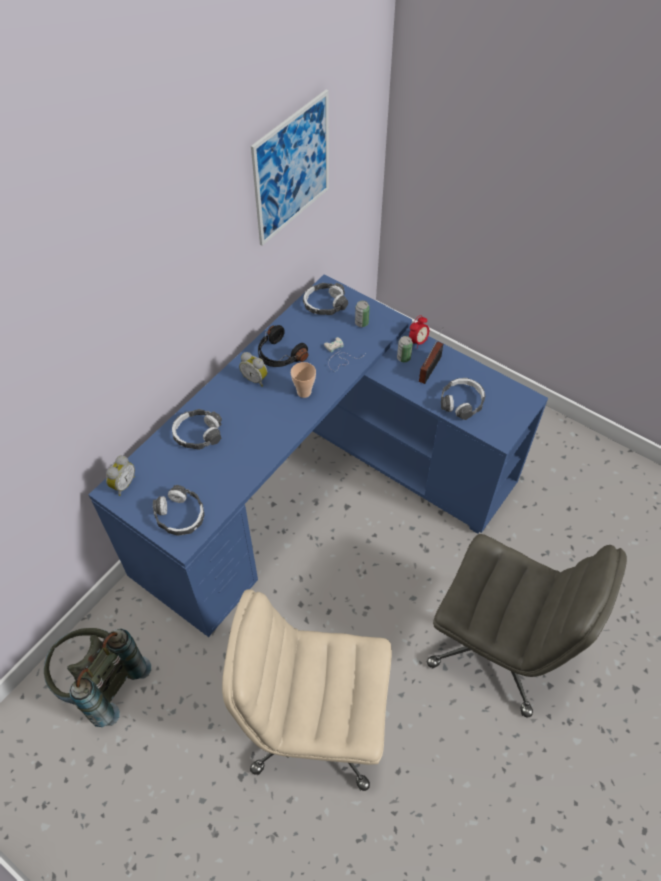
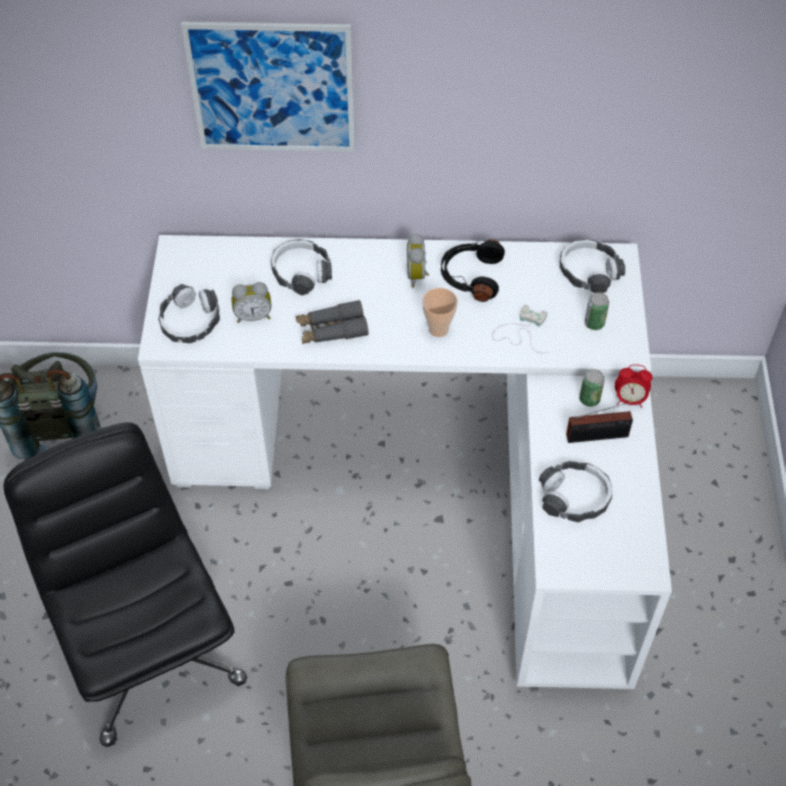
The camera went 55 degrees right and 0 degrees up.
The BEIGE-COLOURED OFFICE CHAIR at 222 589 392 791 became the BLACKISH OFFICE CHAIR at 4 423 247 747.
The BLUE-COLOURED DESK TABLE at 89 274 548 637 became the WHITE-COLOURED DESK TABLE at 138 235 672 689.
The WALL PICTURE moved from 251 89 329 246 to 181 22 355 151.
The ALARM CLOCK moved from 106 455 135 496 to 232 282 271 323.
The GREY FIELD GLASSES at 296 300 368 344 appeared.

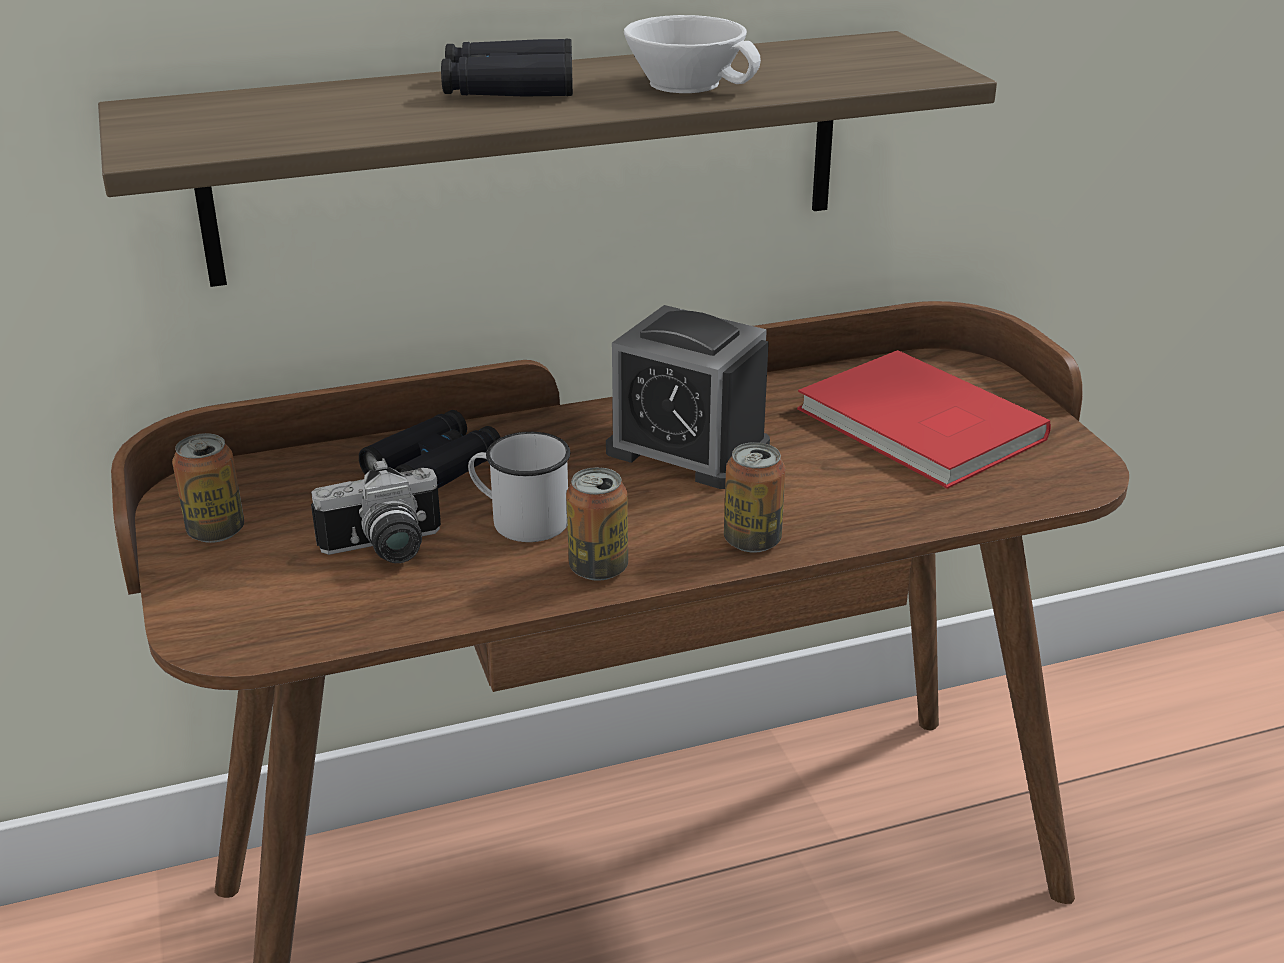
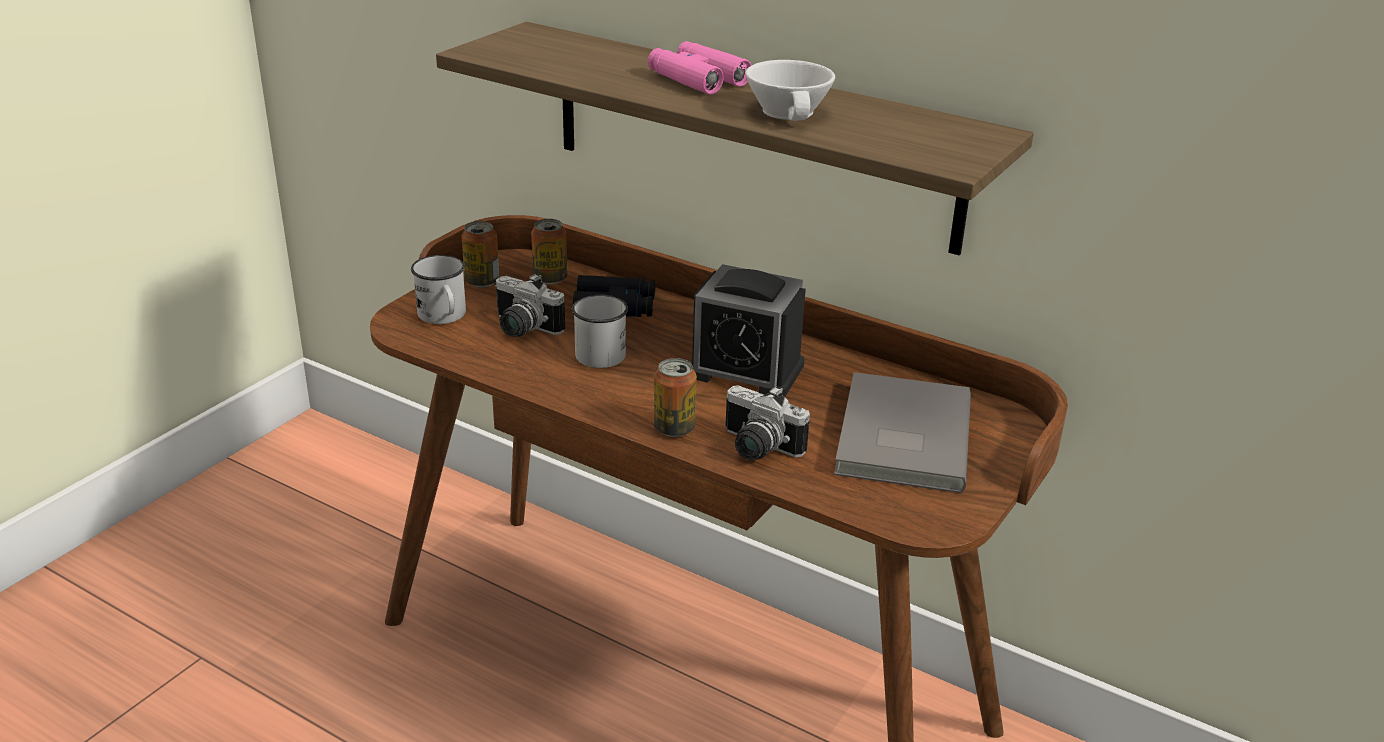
The camera went 50 degrees right and 0 degrees up.
The WHITE-COLOURED MUG at 411 255 466 324 appeared.
The SEALED CAN moved from 566 467 628 581 to 531 219 568 284.
The BLACKISH FIELD GLASSES at 441 39 573 96 became the PINKISH FIELD GLASSES at 648 41 752 95.
The ALARM CLOCK at 606 305 770 489 turned 60 degrees counterclockwise.
The STILL CAMERA at 725 385 810 460 appeared.
The RED-COLOURED VOLUME at 797 350 1051 489 became the GREY VOLUME at 834 372 971 493.

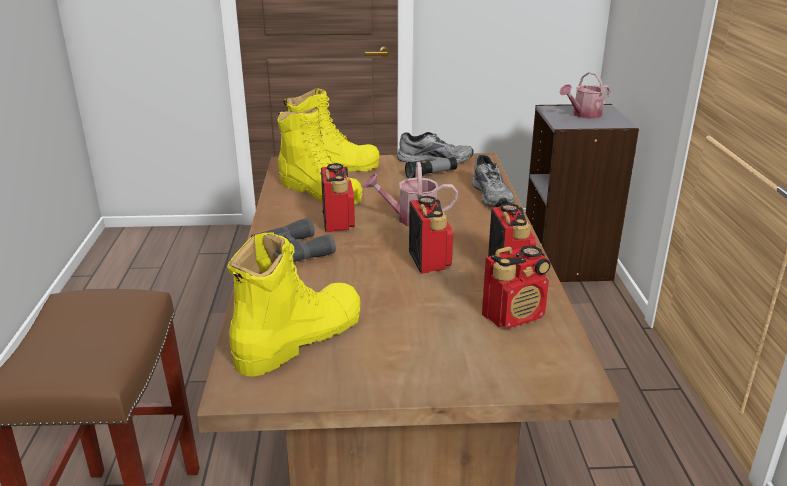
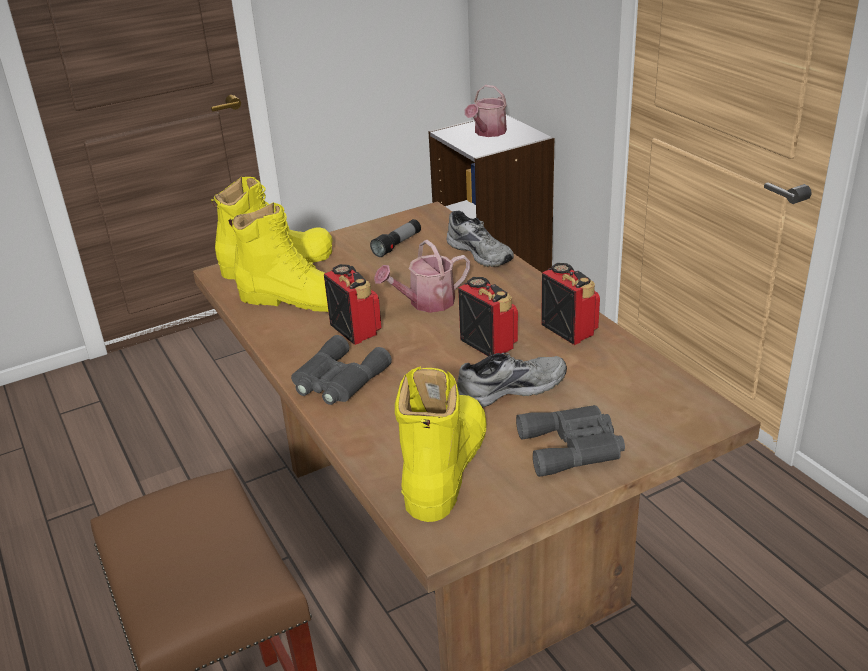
The camera went 25 degrees left and 5 degrees up.
The GREY LOW SHOE moved from 397 132 474 164 to 457 353 567 408.
The GREY FIELD GLASSES at 516 405 625 477 appeared.
The RADIO at 482 246 551 329 disappeared.

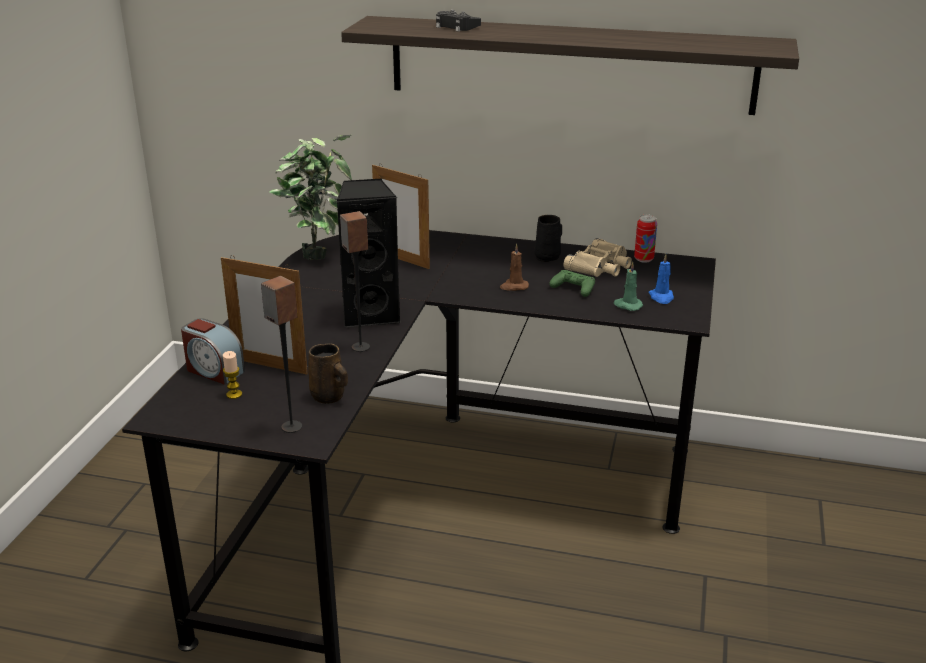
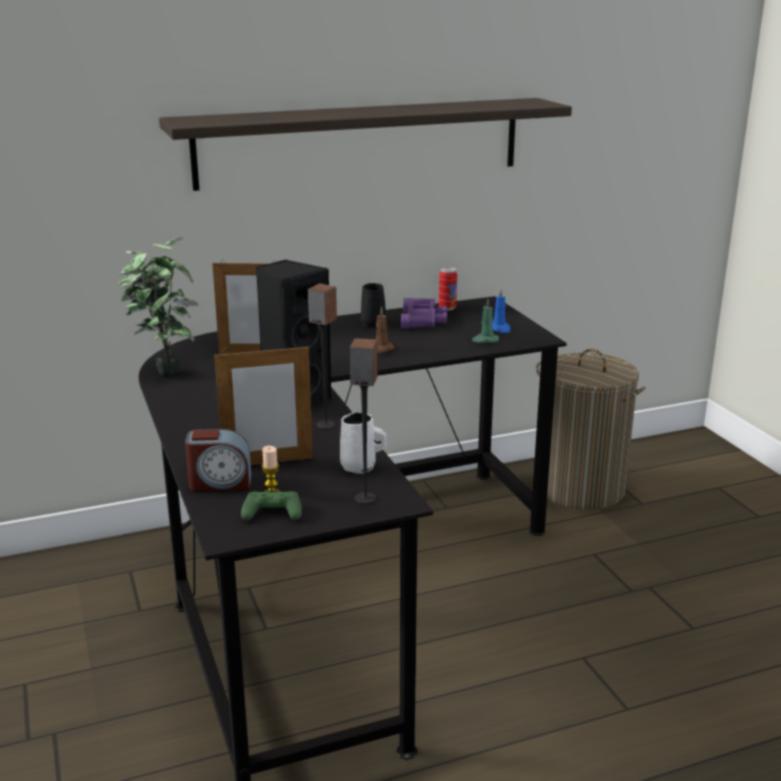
The camera went 35 degrees left and 5 degrees down.
The GREEN-COLOURED JOYPAD moved from 549 270 595 297 to 241 491 302 521.
The BROWNISH MUG at 308 344 348 404 became the WHITE-COLOURED MUG at 340 412 386 474.
The BEIGE-COLOURED FIELD GLASSES at 564 238 632 277 became the PURPLISH FIELD GLASSES at 401 298 447 328.
The WASHING BASKET at 536 349 646 510 appeared.
The BLACKISH JOYPAD at 436 10 481 32 disappeared.

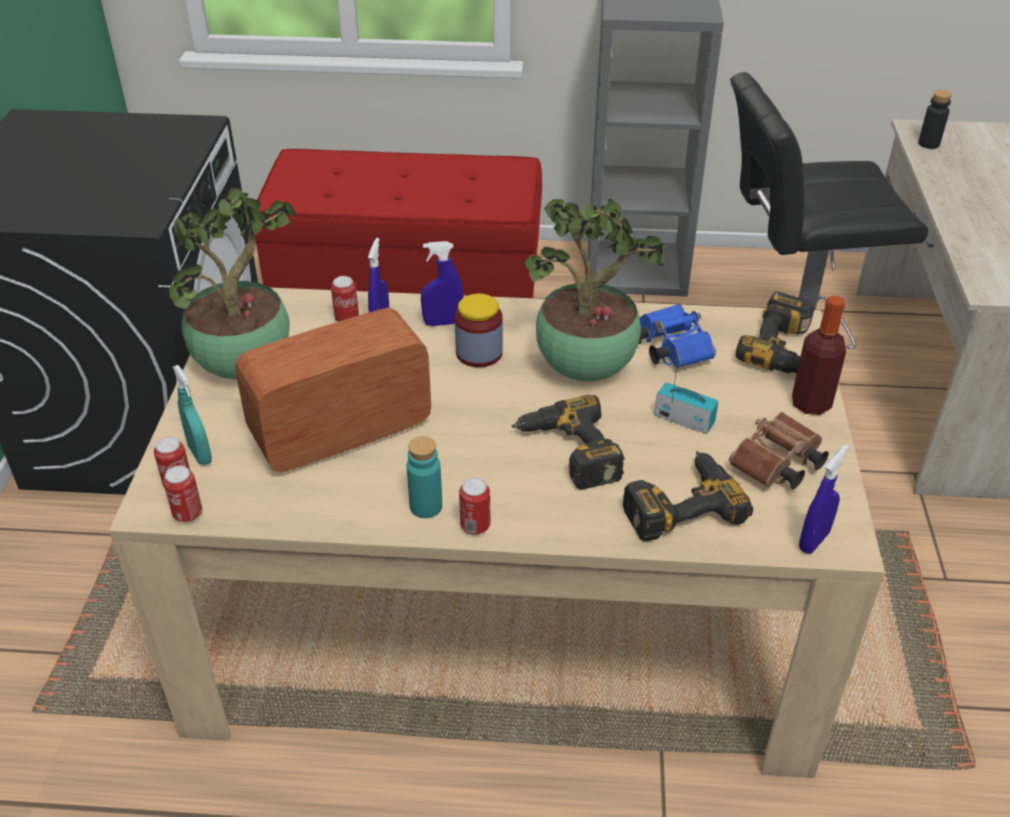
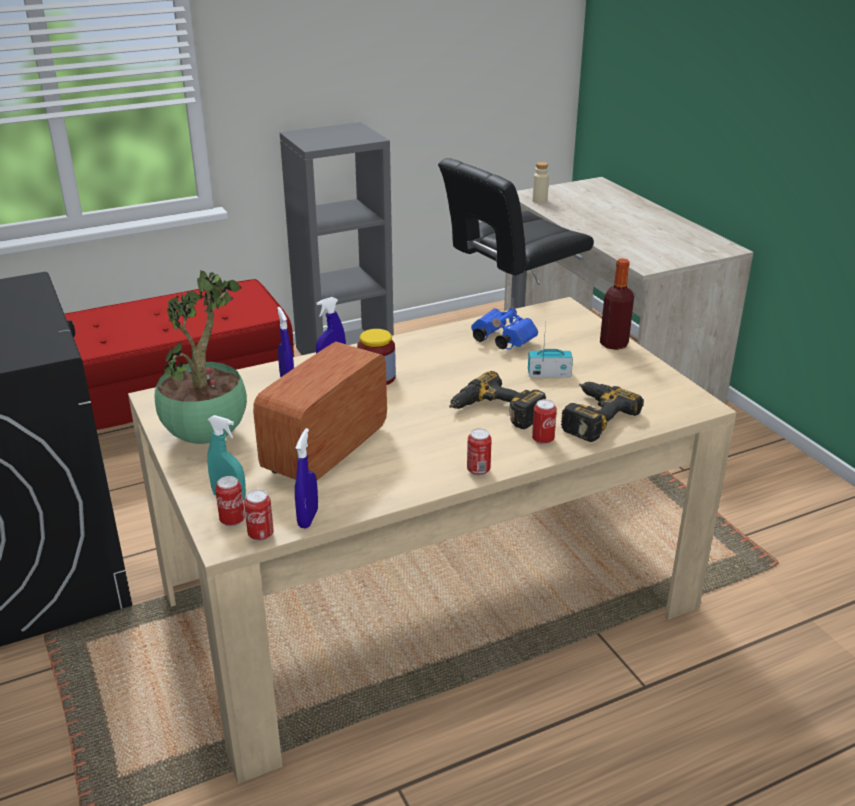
The camera went 30 degrees left and 10 degrees down.
The BLUE-COLOURED SPRAY BOTTLE moved from 799 445 849 554 to 295 428 318 529.
The SEALED CAN moved from 331 276 359 322 to 532 399 557 445.
The BLACKISH DRINK BOTTLE at 918 90 952 149 became the BEIGE-COLOURED DRINK BOTTLE at 533 162 549 203.
The TURQUOISE DRINK BOTTLE at 407 436 442 518 disappeared.
The PLANT IN A POT at 523 199 667 381 disappeared.
The BROWNISH FIELD GLASSES at 729 412 829 489 disappeared.
The ELECTRIC DRILL at 736 292 815 374 disappeared.

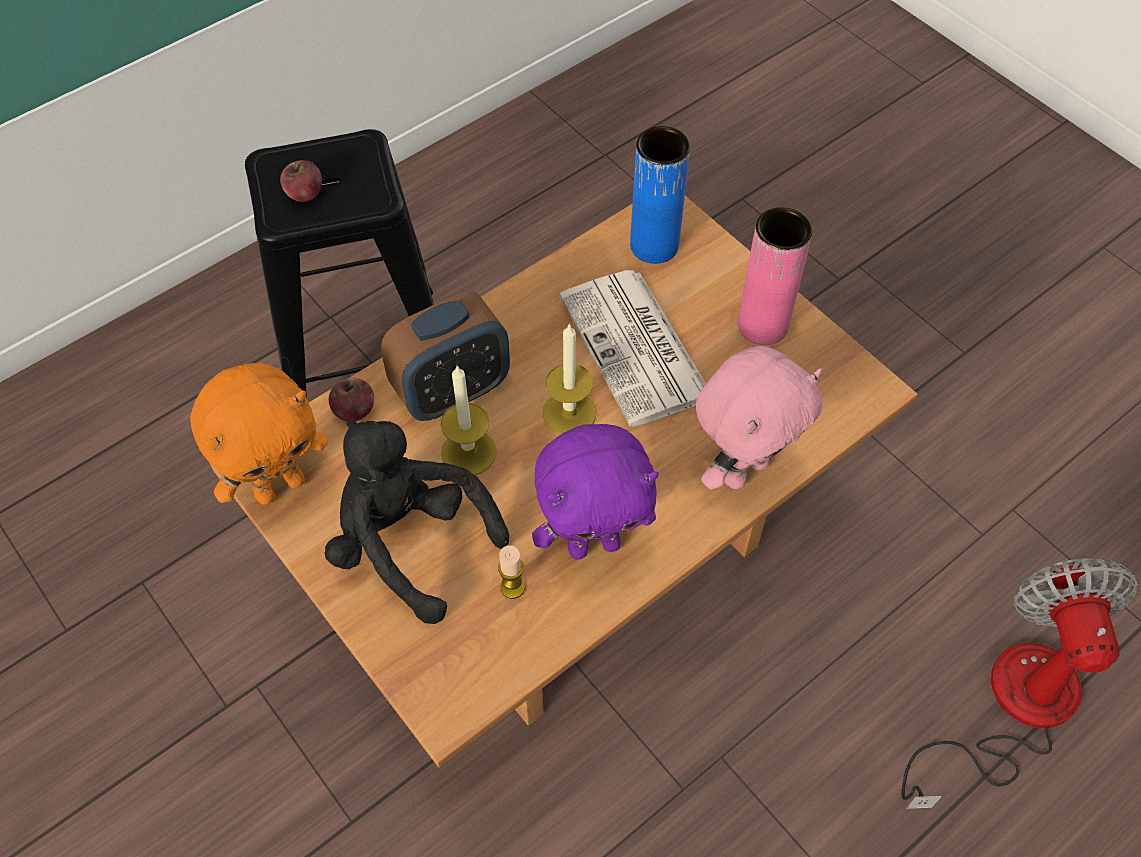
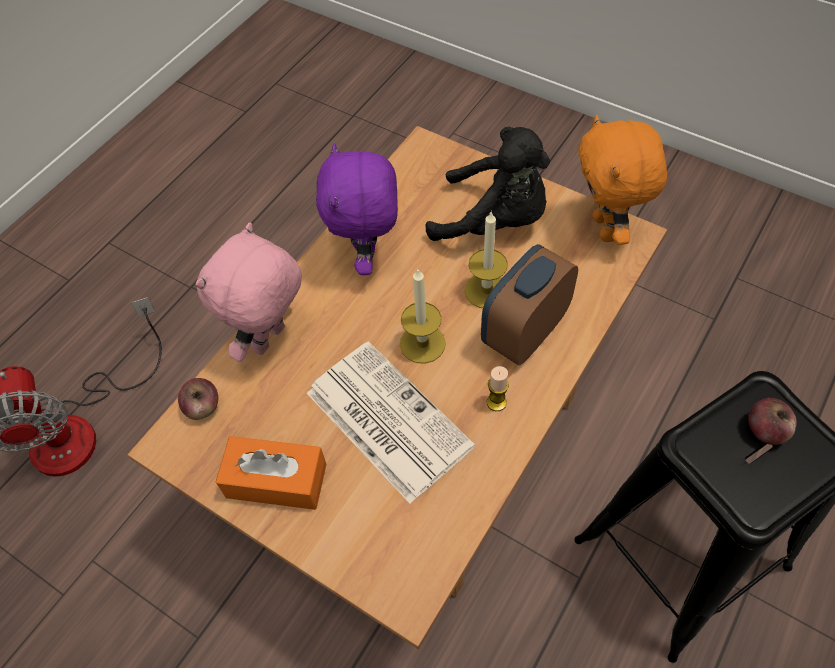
The camera went 165 degrees right and 0 degrees up.
The WHOLE APPLE moved from 329 378 374 421 to 178 378 218 420.
The PINKISH DECORATIVE VASE at 738 207 813 345 was replaced by the ORANGE-COLOURED BOX OF TISSUES at 216 436 326 510.
The PURPLISH CUDDLY TOY at 532 424 659 560 turned 60 degrees counterclockwise.
The WAX CANDLE moved from 498 545 525 599 to 487 366 509 411.
The ORANGE-COLOURED CUDDLY TOY at 190 363 328 505 turned 45 degrees counterclockwise.
The BLUE-COLOURED DECORATIVE VASE at 630 126 690 264 disappeared.

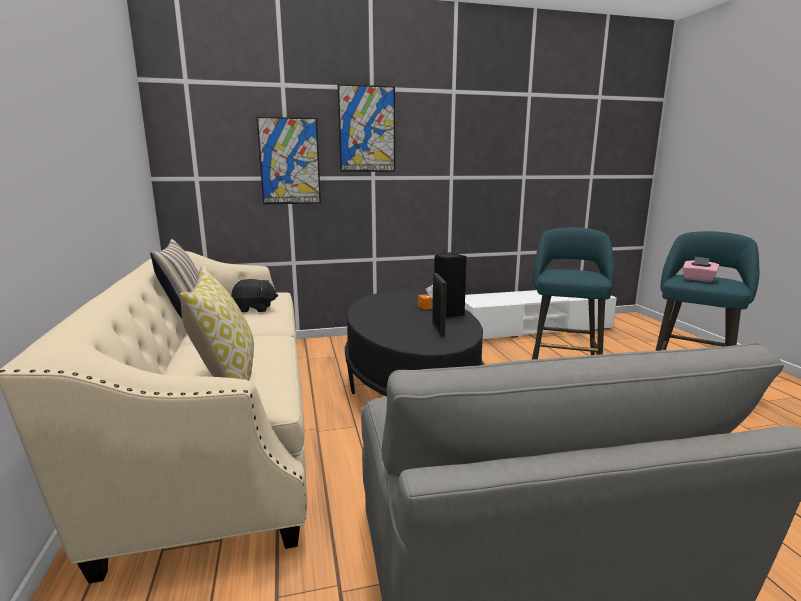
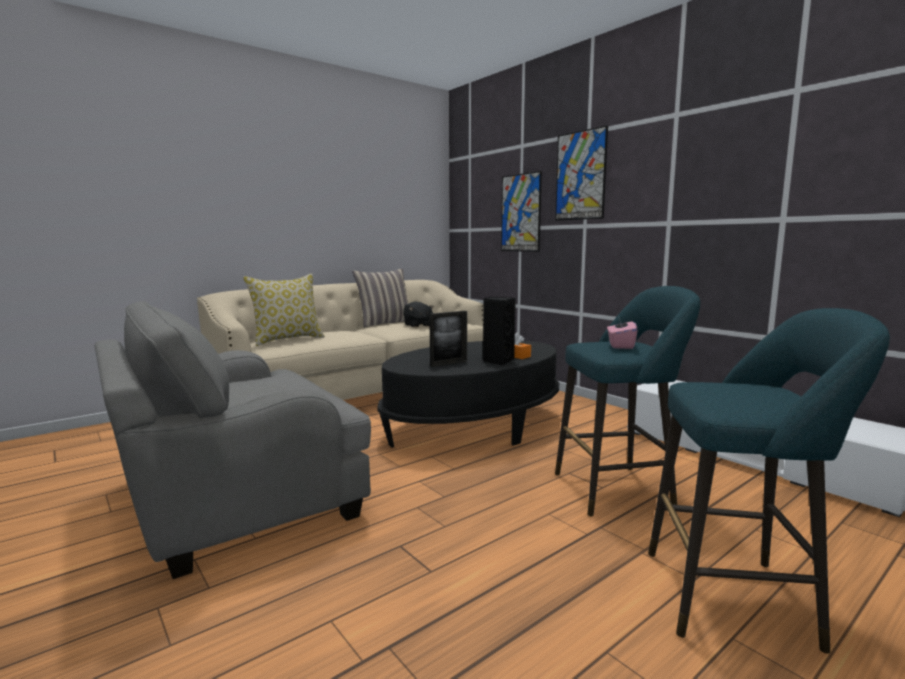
The camera went 65 degrees right and 5 degrees down.
The PINKISH BOX OF TISSUES moved from 683 257 719 282 to 607 316 638 349.

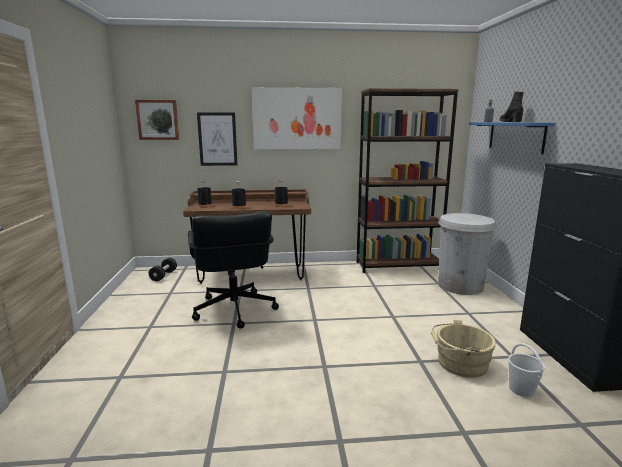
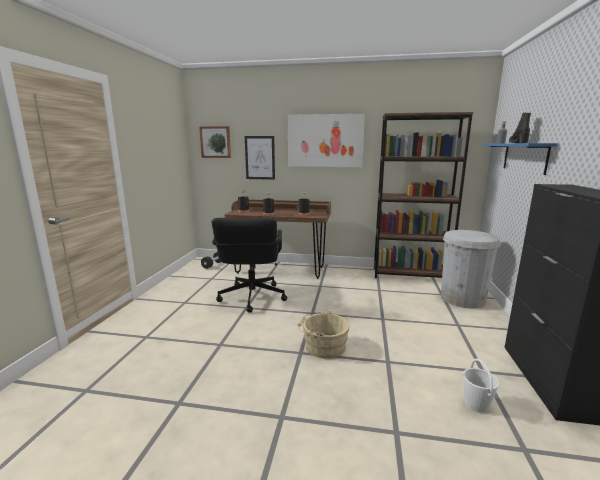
The camera went 15 degrees right and 0 degrees up.
The BEIGE-COLOURED BUCKET moved from 431 320 496 378 to 298 310 350 359.

